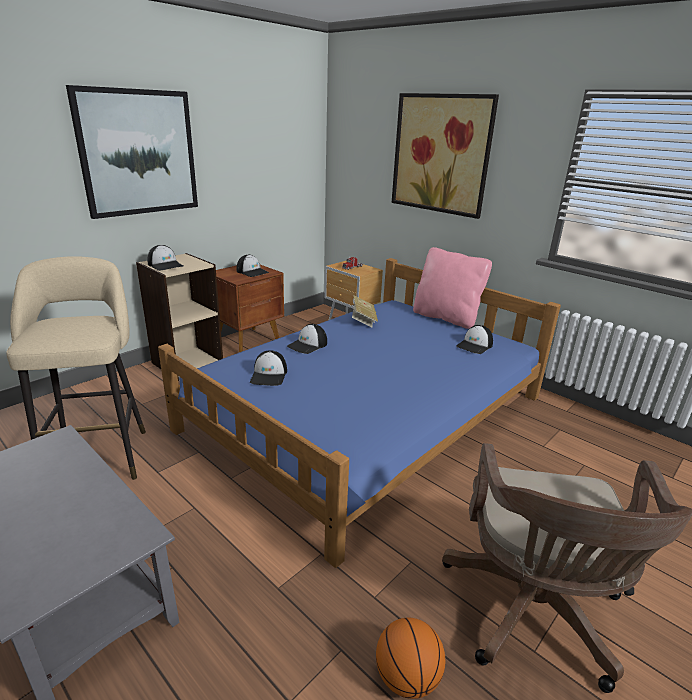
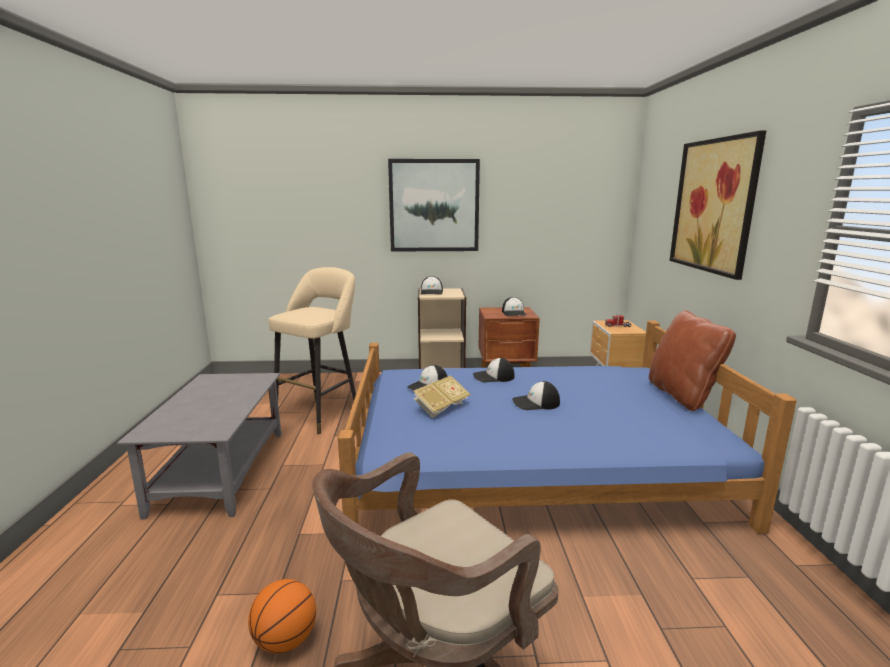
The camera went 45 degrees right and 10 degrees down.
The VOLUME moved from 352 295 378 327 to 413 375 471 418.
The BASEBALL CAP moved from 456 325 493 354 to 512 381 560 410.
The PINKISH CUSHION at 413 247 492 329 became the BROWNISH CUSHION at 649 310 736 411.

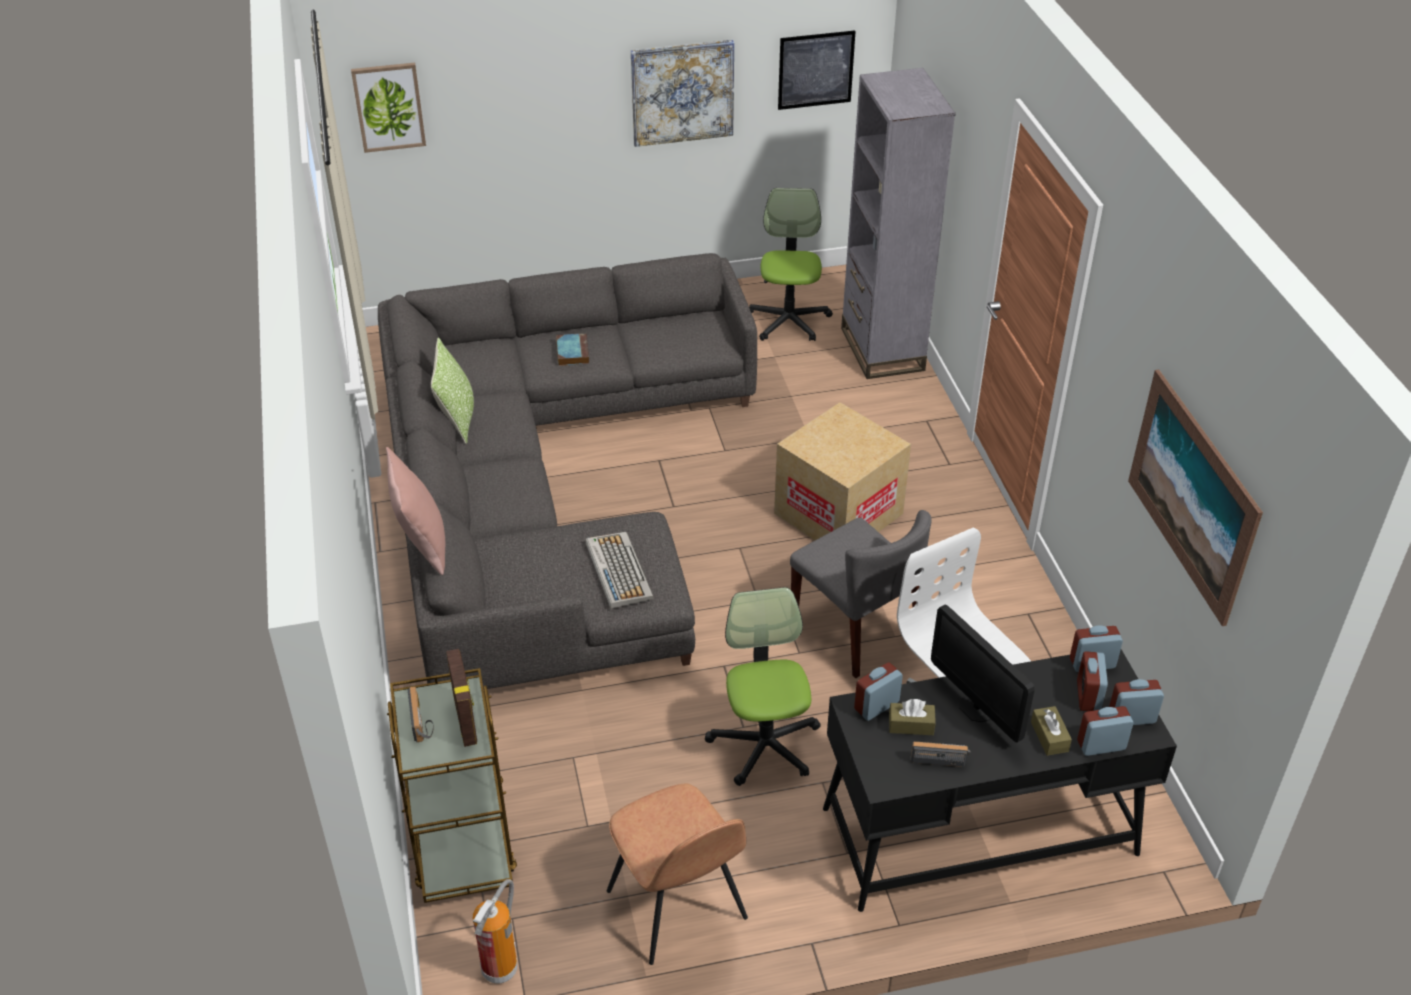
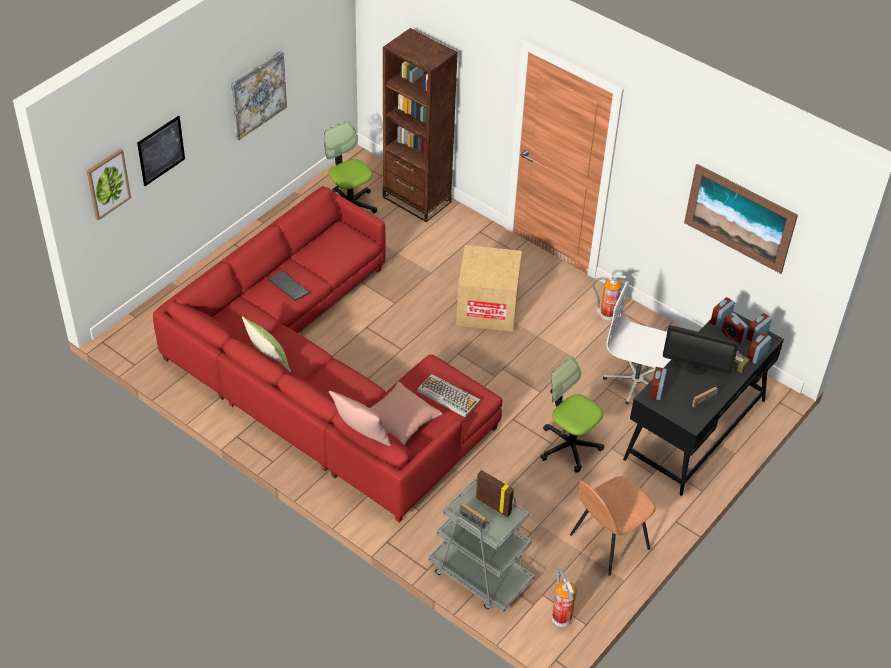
The camera went 40 degrees left and 5 degrees up.
The WALL PICTURE moved from 778 30 856 110 to 137 116 185 186.
The GREY SETTEE at 378 253 757 689 became the RED-COLOURED SETTEE at 153 186 502 522.
The VOLUME at 556 333 589 366 was replaced by the KEYBOARD at 268 271 310 301.
The PINKISH CUSHION at 370 382 443 445 appeared.
The GREY BOOKCASE at 841 68 955 379 became the BROWNISH BOOKCASE at 383 28 458 222.
The BROWNISH CART at 387 668 517 903 became the GREY CART at 429 478 535 612.
The BROWNISH UPRIGHT CHAIR at 607 783 748 965 turned 120 degrees clockwise.
The FIRE EXTINGUISHER at 592 275 626 321 appeared.
The GREY UPRIGHT CHAIR at 790 510 932 678 disappeared.
The BROWNISH BOX OF TISSUES at 889 699 936 735 disappeared.

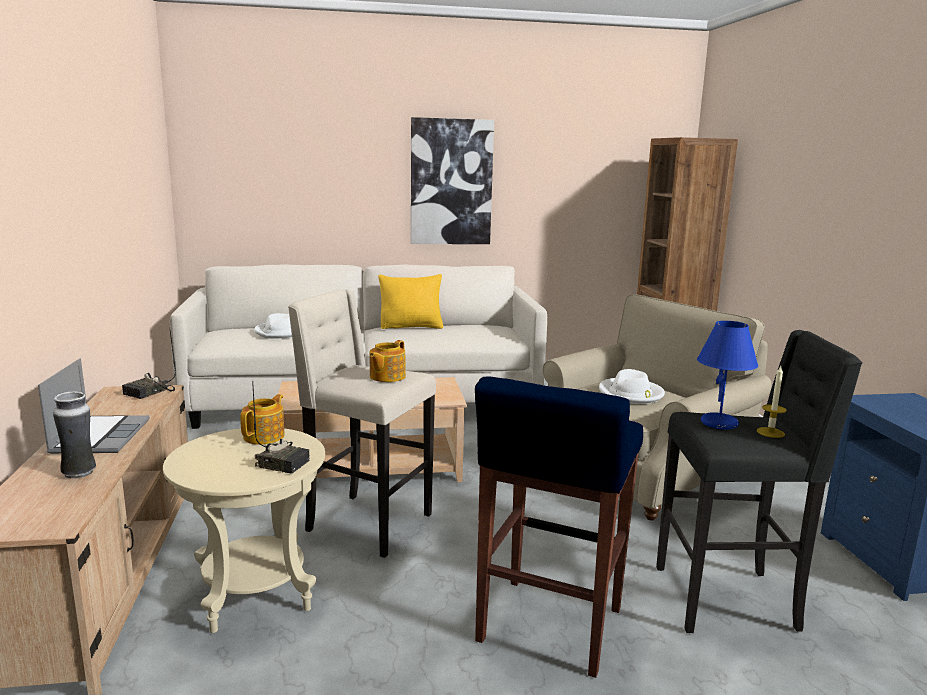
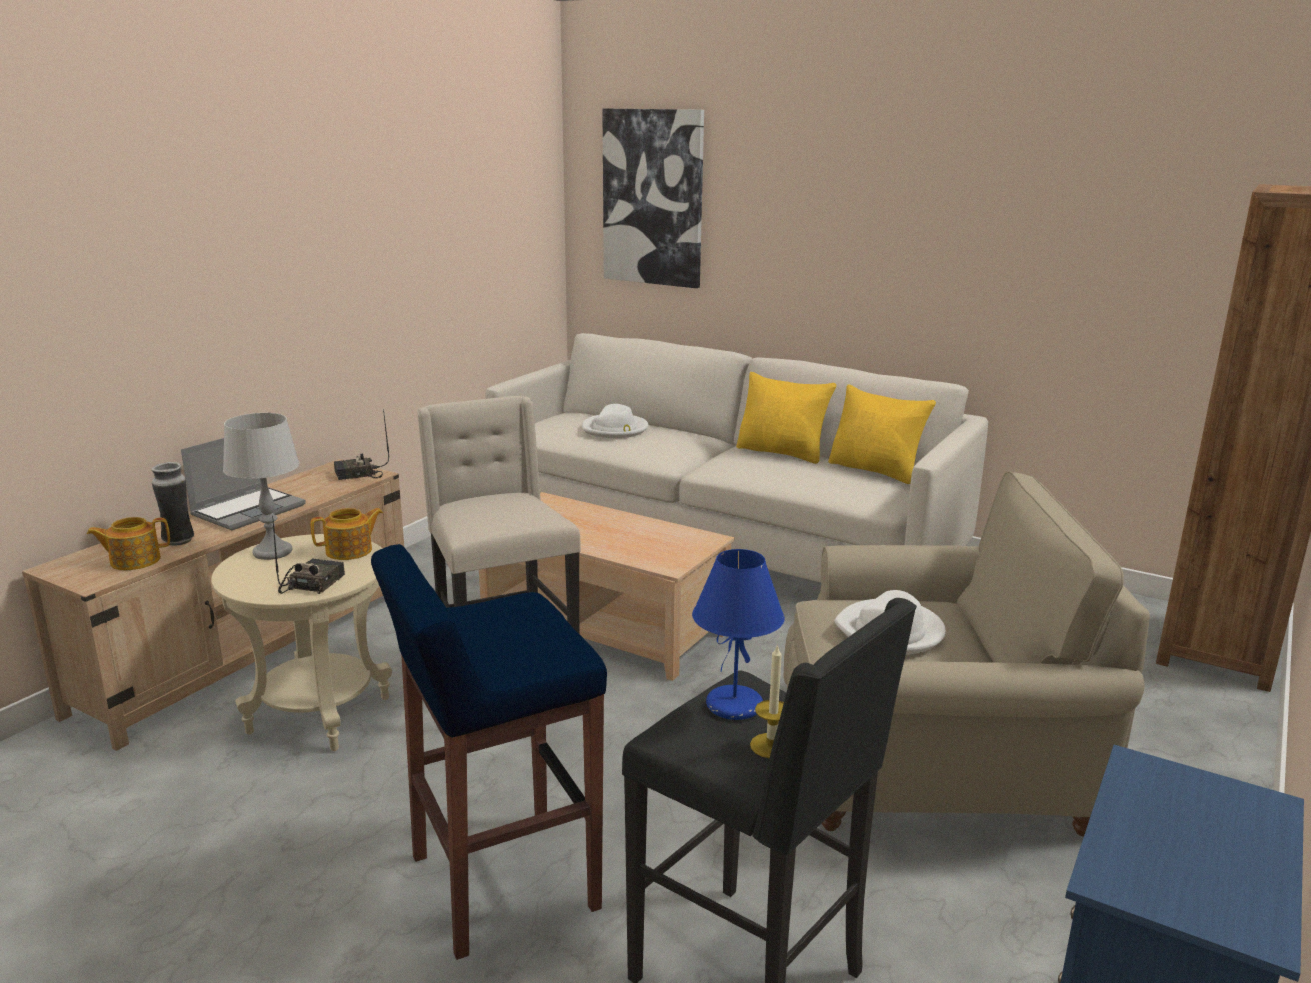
The camera went 40 degrees right and 5 degrees up.
The TEAPOT moved from 369 340 406 382 to 87 517 170 570.
The GREY TABLE LAMP at 223 413 299 560 appeared.
The RADIO at 252 381 310 474 turned 135 degrees counterclockwise.
The WALL PICTURE moved from 411 117 494 244 to 602 108 704 288.
The YELLOW-COLOURED CUSHION at 828 385 936 484 appeared.

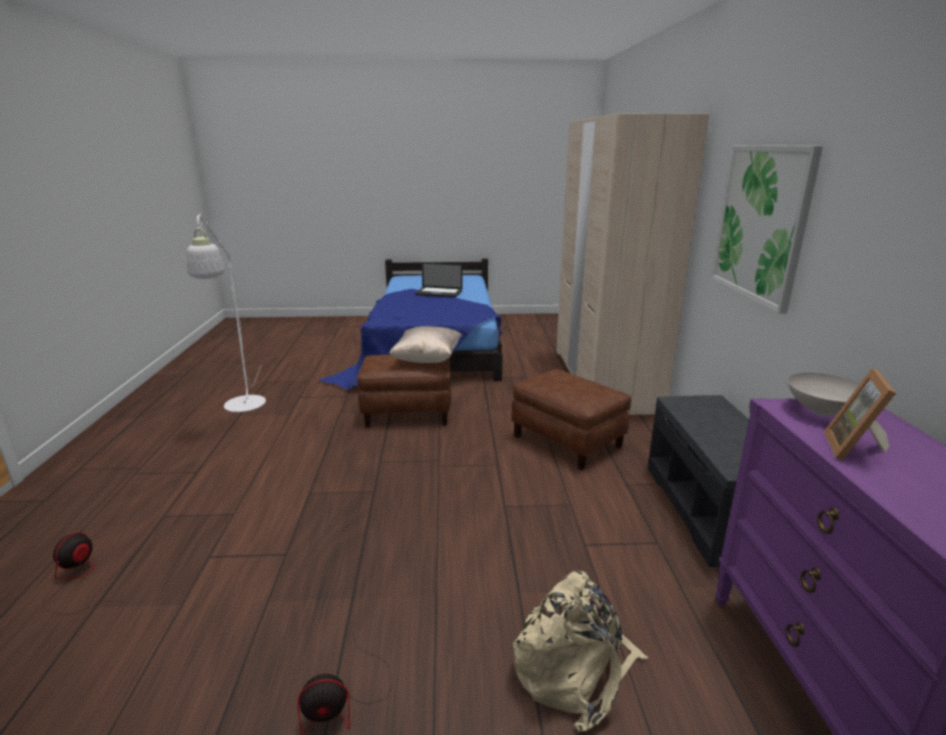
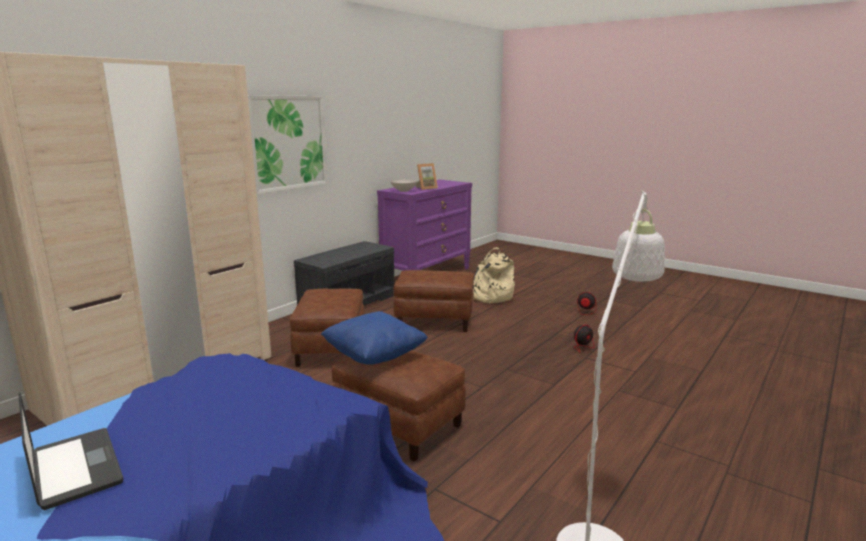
The camera went 140 degrees left and 5 degrees down.
The BEIGE-COLOURED CUSHION at 389 326 462 363 became the BLUE-COLOURED CUSHION at 320 311 428 365.
The BROWNISH OTTOMAN at 393 270 474 332 appeared.
The FAN moved from 43 533 123 615 to 557 325 596 351.

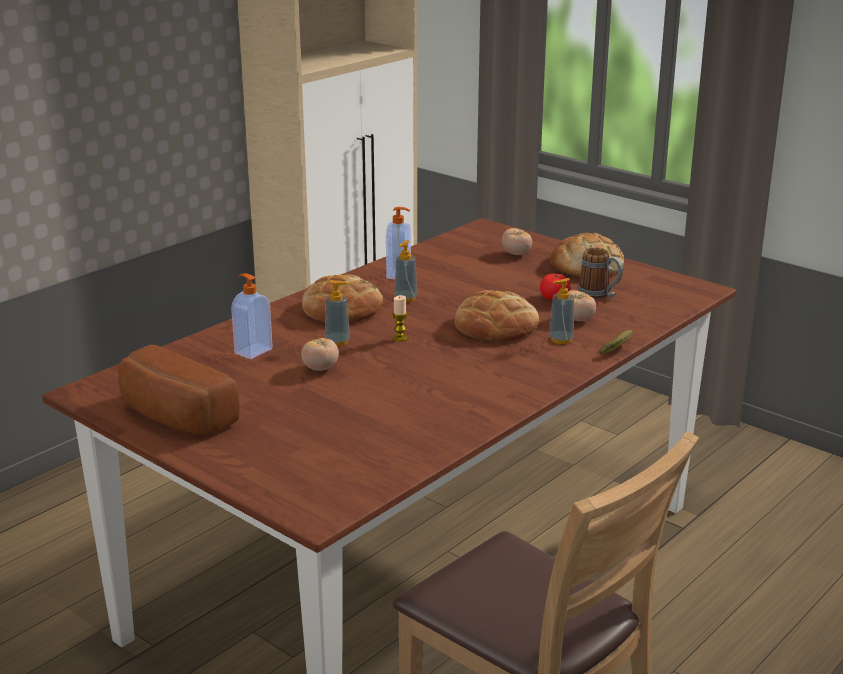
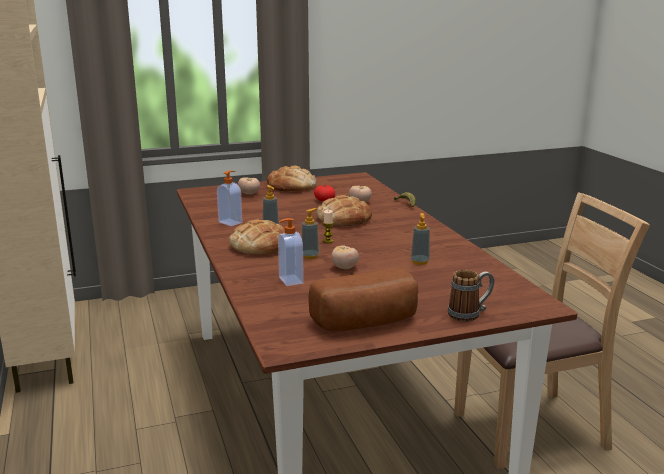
The camera went 60 degrees left and 5 degrees down.
The LIQUID SOAP BOTTLE moved from 549 278 574 344 to 411 213 430 265.
The MUG moved from 578 247 623 299 to 448 270 494 322.

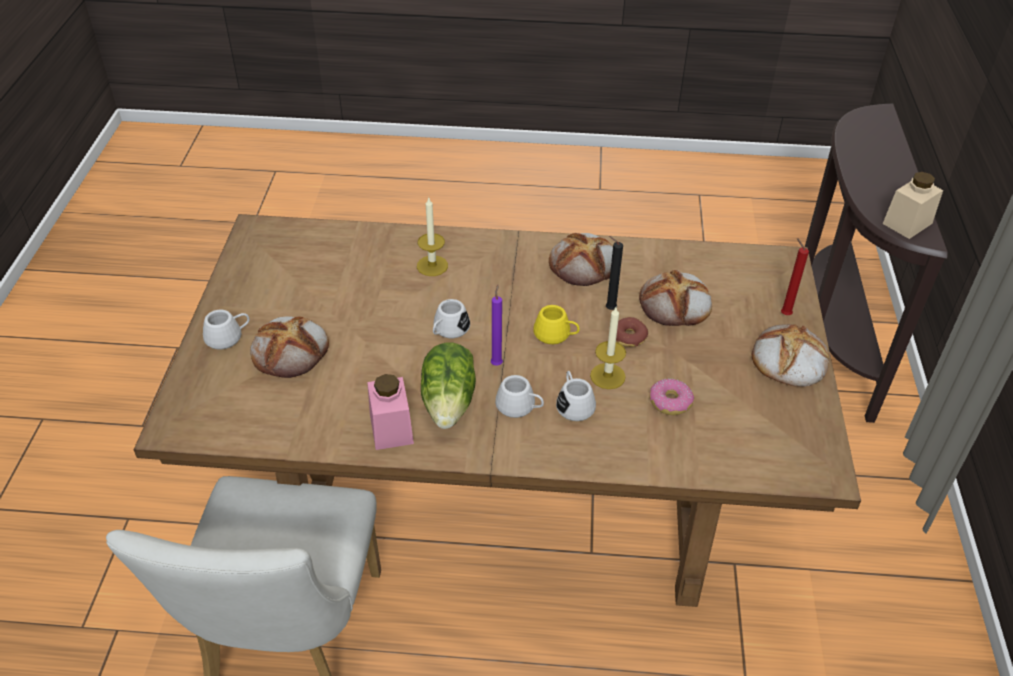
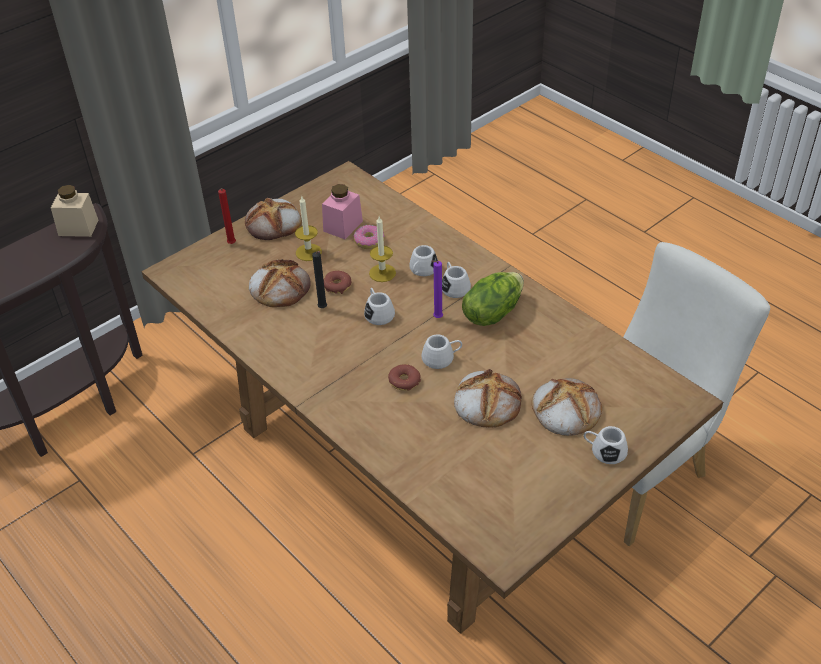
The camera went 135 degrees left and 0 degrees up.
The WAX CANDLE moved from 417 198 448 276 to 295 196 322 261.
The PINKISH STORAGE JAR moved from 367 374 414 450 to 322 184 363 239.
The YELLOW-COLOURED MUG at 533 305 580 344 became the WHITE-COLOURED MUG at 364 288 395 325.
The DOUGHNUT at 388 364 421 391 appeared.
The BREAD moved from 549 233 613 286 to 454 369 522 428.

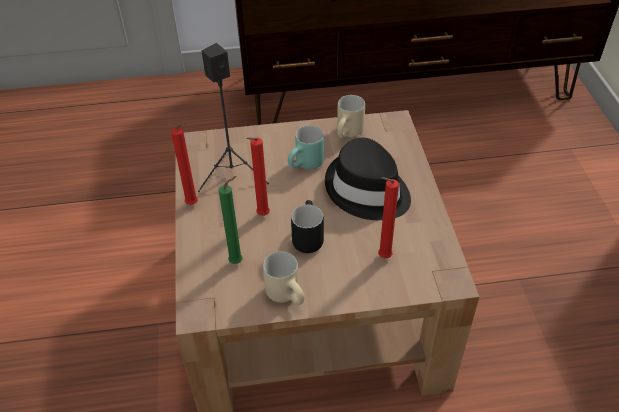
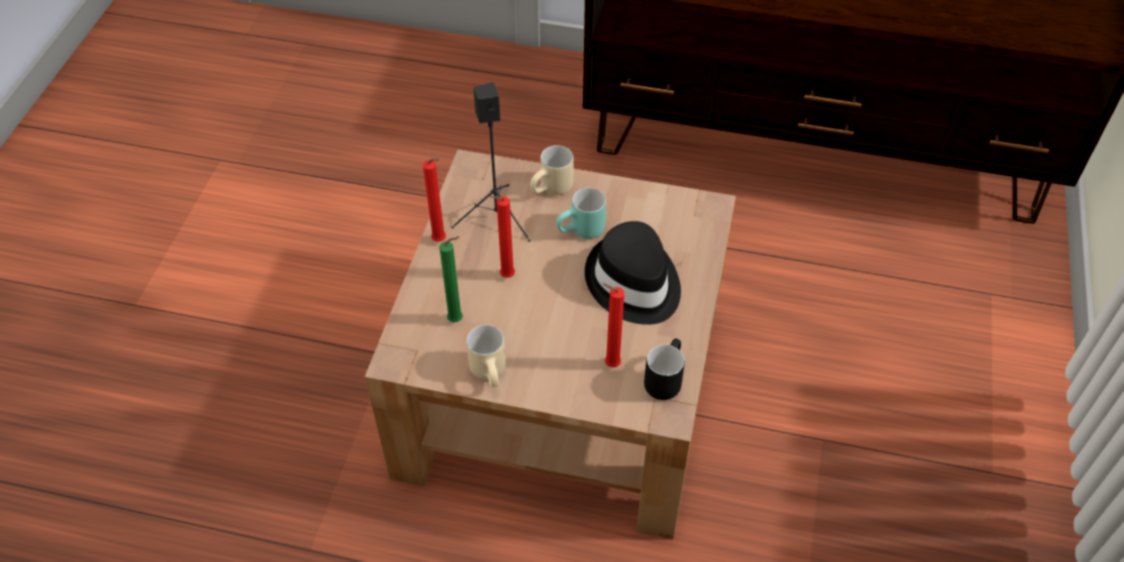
The camera went 20 degrees right and 5 degrees up.
The BEIGE-COLOURED MUG moved from 337 95 365 138 to 530 145 574 195.
The BLACKISH MUG moved from 291 200 324 253 to 644 338 685 400.

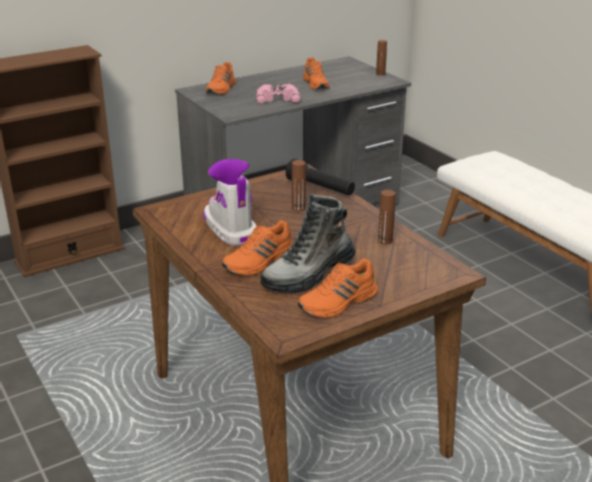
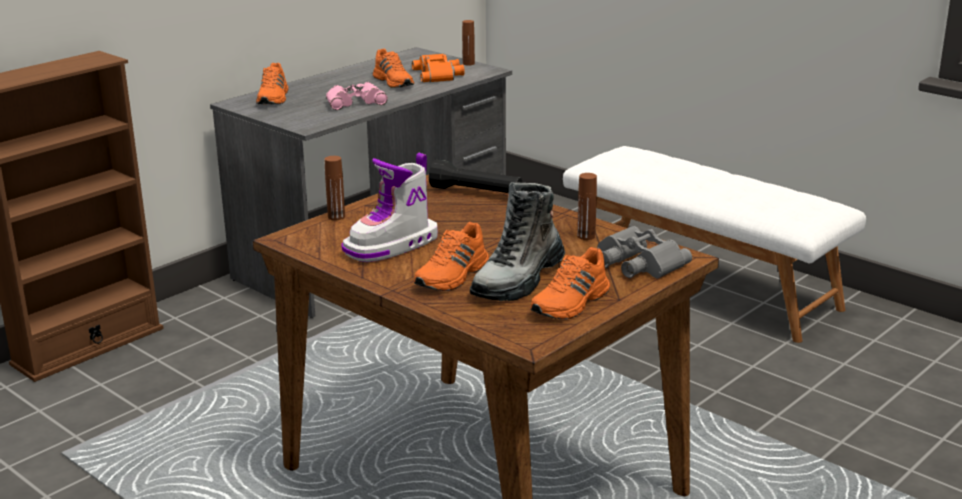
The camera went 15 degrees left and 5 degrees down.
The BROWNISH DRINK BOTTLE moved from 292 160 306 211 to 325 156 345 220.
The BOOT at 203 159 256 246 turned 90 degrees counterclockwise.
The ORANGE-COLOURED FIELD GLASSES at 412 54 465 82 appeared.
The GREY FIELD GLASSES at 597 226 692 279 appeared.

